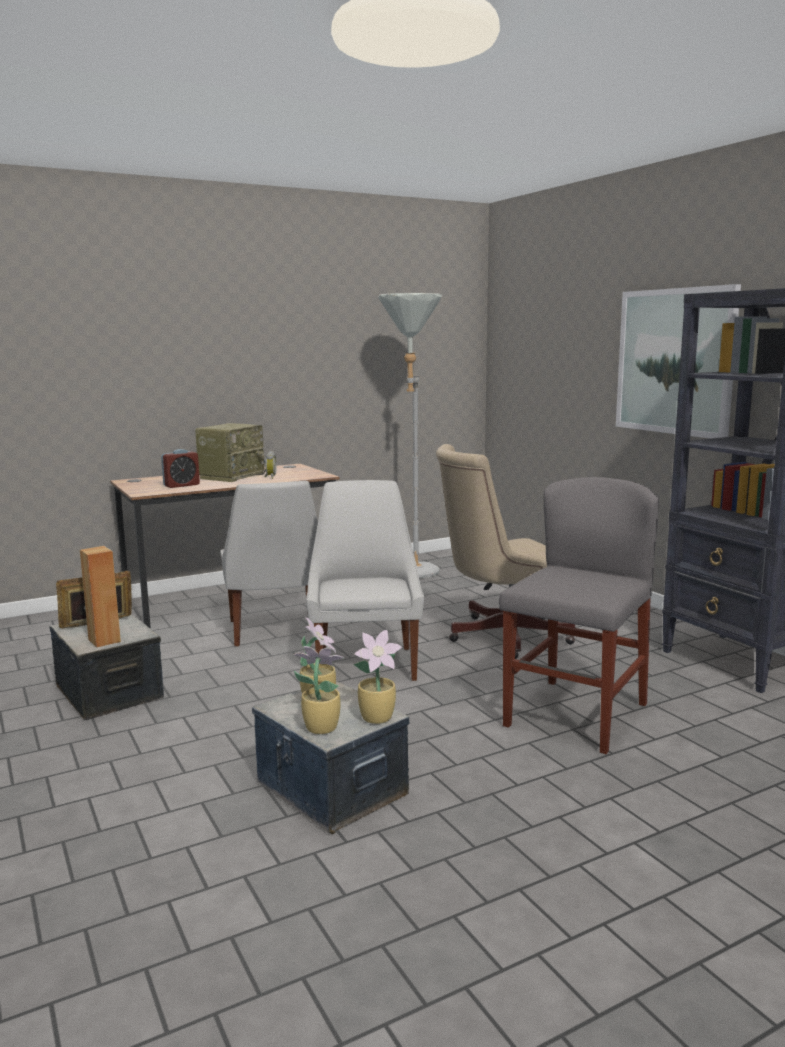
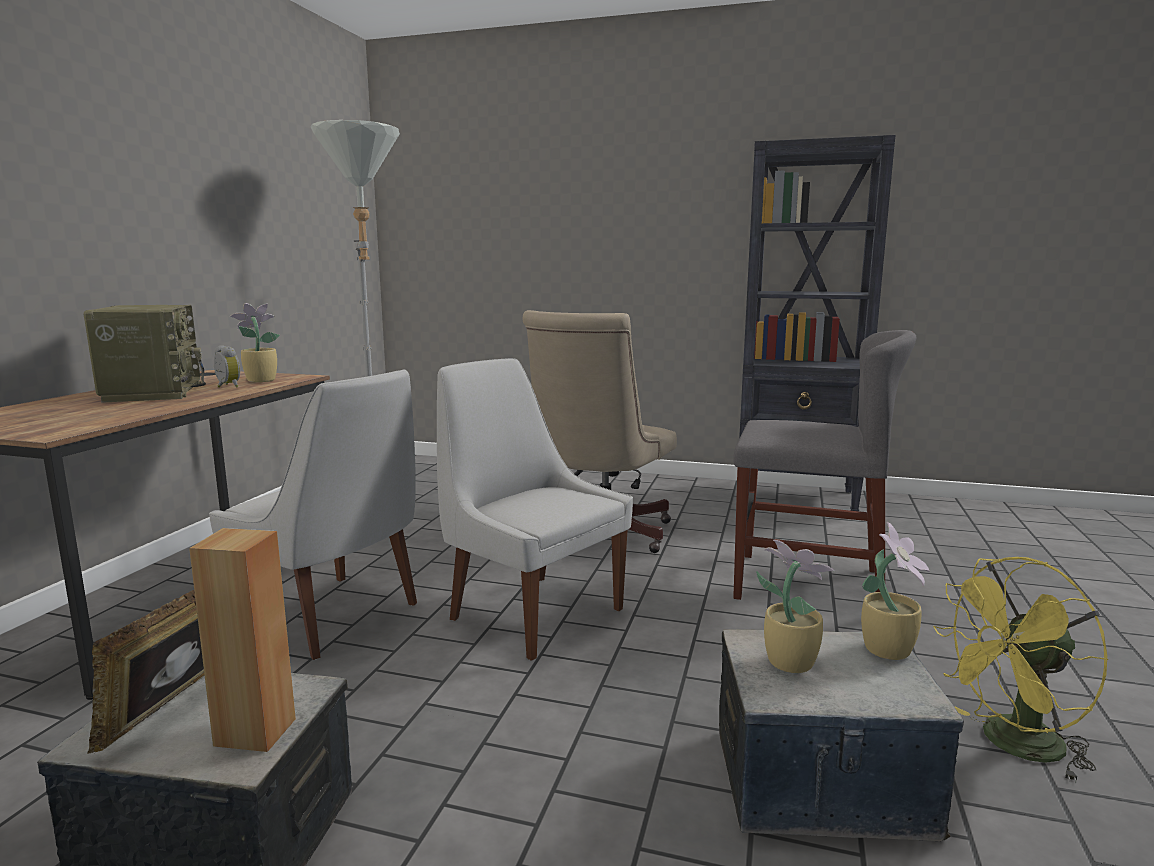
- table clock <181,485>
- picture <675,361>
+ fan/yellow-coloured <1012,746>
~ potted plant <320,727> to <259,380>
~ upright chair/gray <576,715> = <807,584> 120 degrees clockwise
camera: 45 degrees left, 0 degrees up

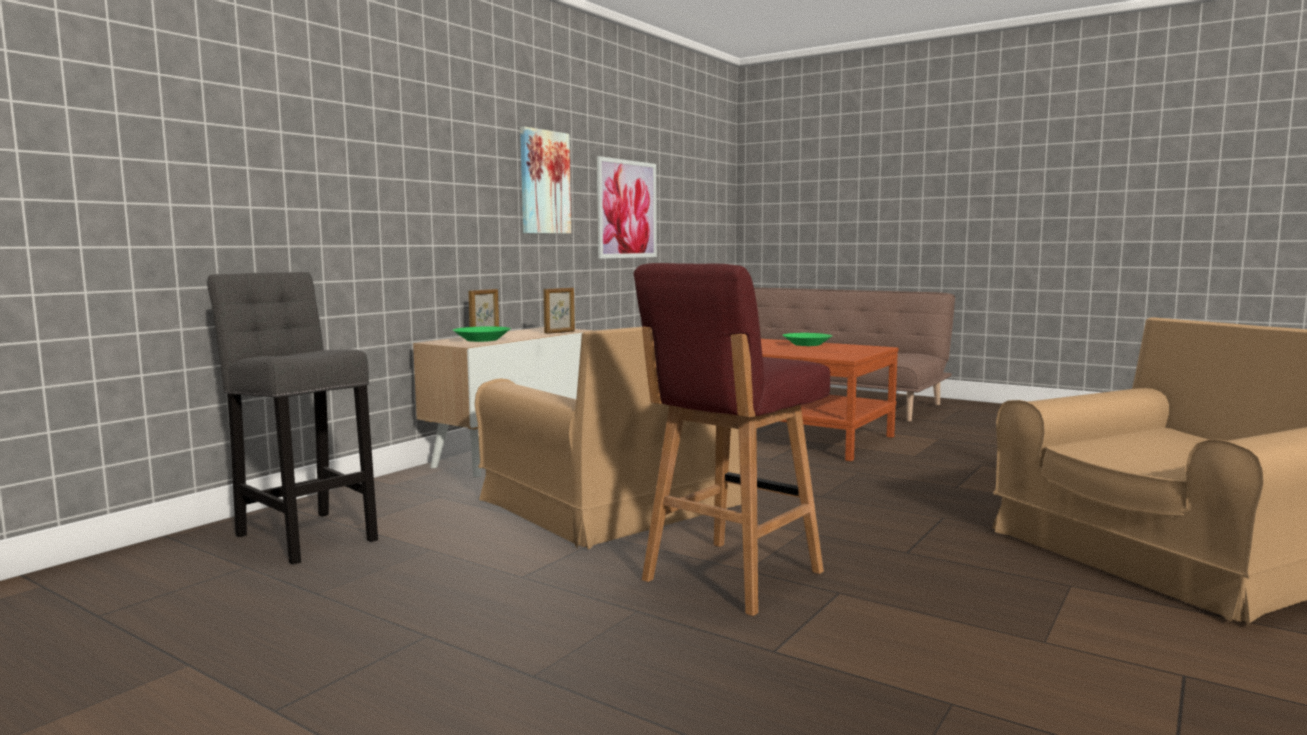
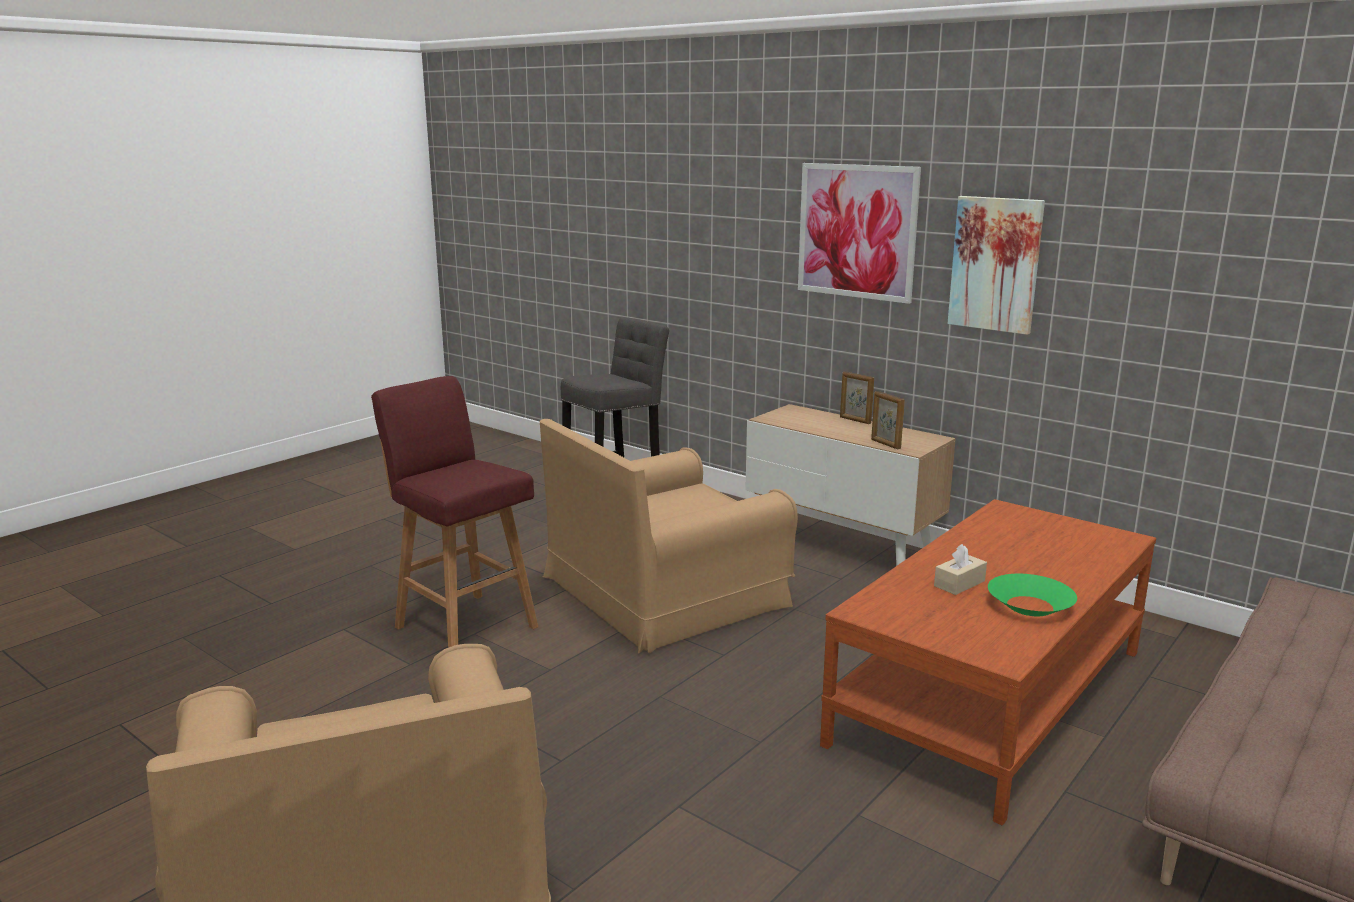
- deep dish/green-coloured <482,339>
+ box of tissues/sand-coloured <959,583>
~ picture <627,209> to <856,231>
camera: 95 degrees right, 10 degrees up

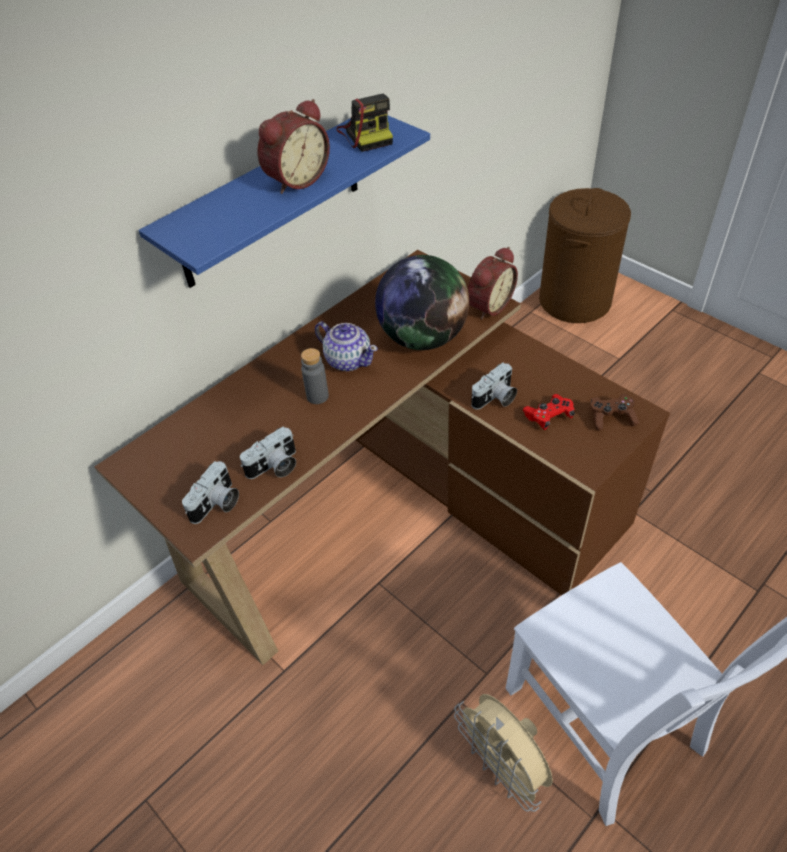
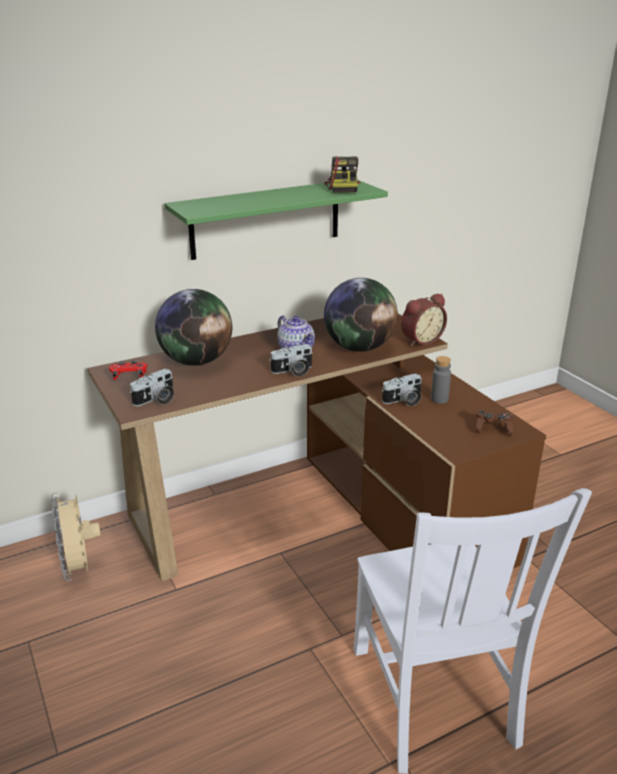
- table clock <295,179>
- laundry basket/brownish <574,300>
+ globe <196,361>
~ still camera <275,467> to <293,371>
~ beverage bottle/gray <317,396> to <439,399>
~ fan/sand-coloured <503,766> to <80,568>
~ joypad/red <548,416> to <129,376>
~ wall shelf/bluish <271,200> to wall shelf/green-coloured <266,219>
camera: 15 degrees right, 20 degrees down

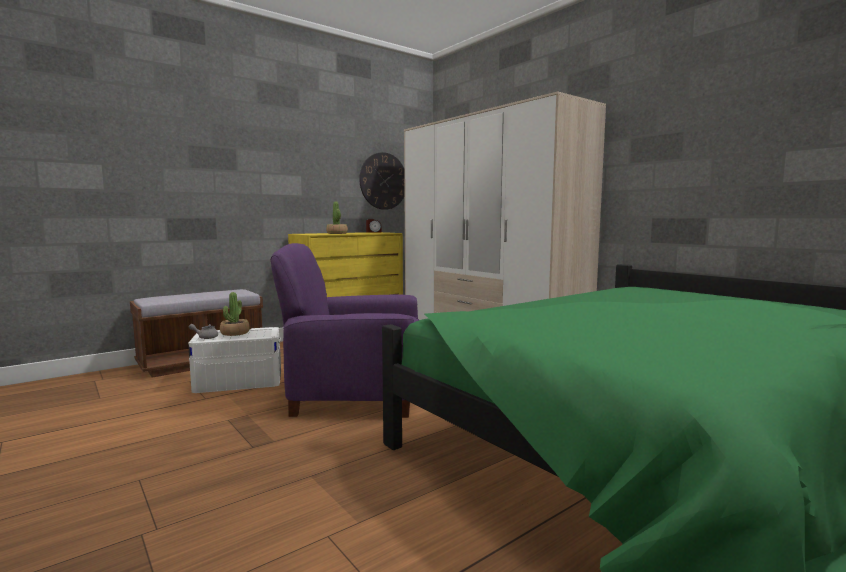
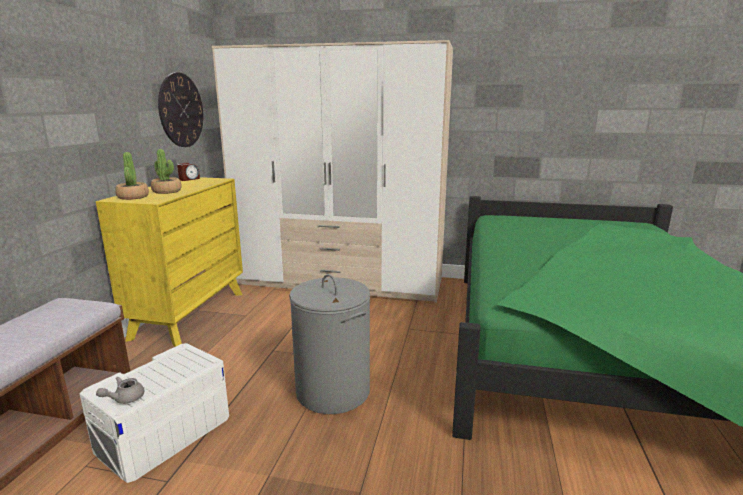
~ potted plant <235,333> to <133,197>
~ armchair/purple <355,394> to laundry basket/gray <332,391>
camera: 40 degrees left, 10 degrees up

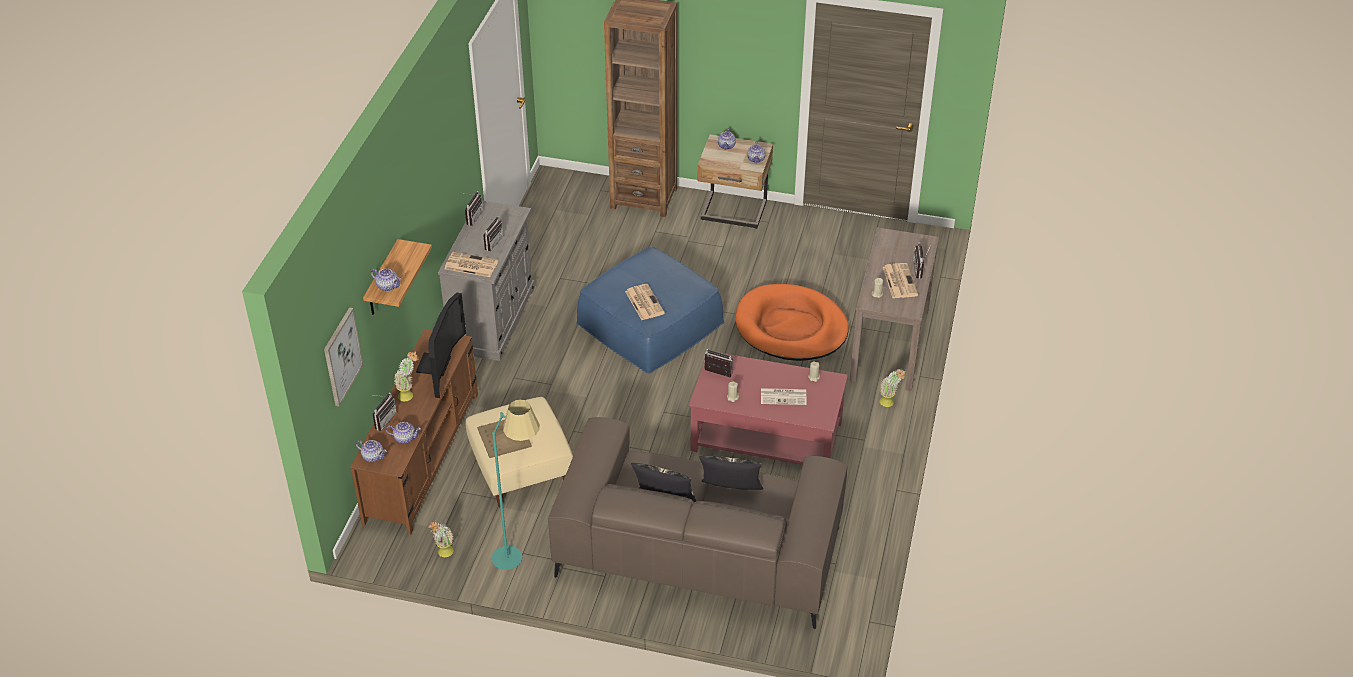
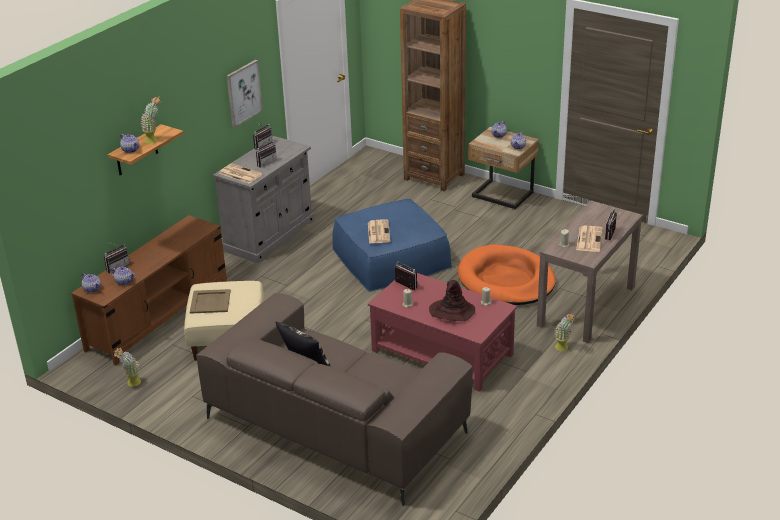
- television <438,365>
- standard lamp/blue-green <521,557>
- cushion <730,492>
~ picture <342,356> to <243,93>
~ potted plant <409,395> to <154,140>
~ newspaper <784,396> to clothing hat/brownish <452,311>
camera: 20 degrees right, 10 degrees down

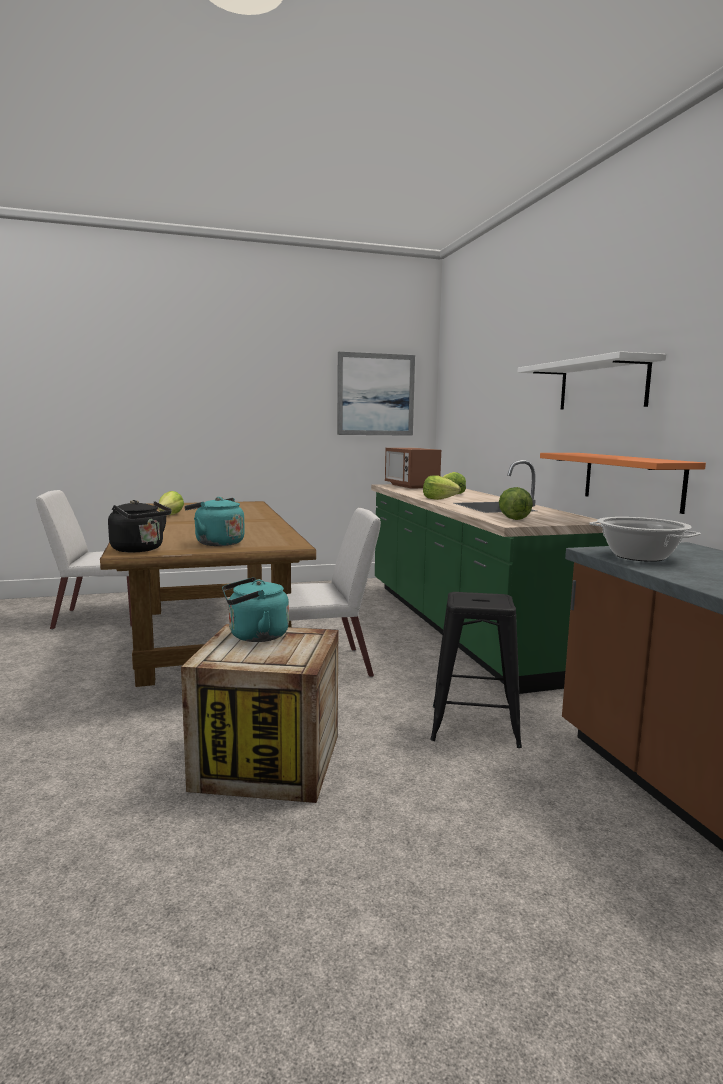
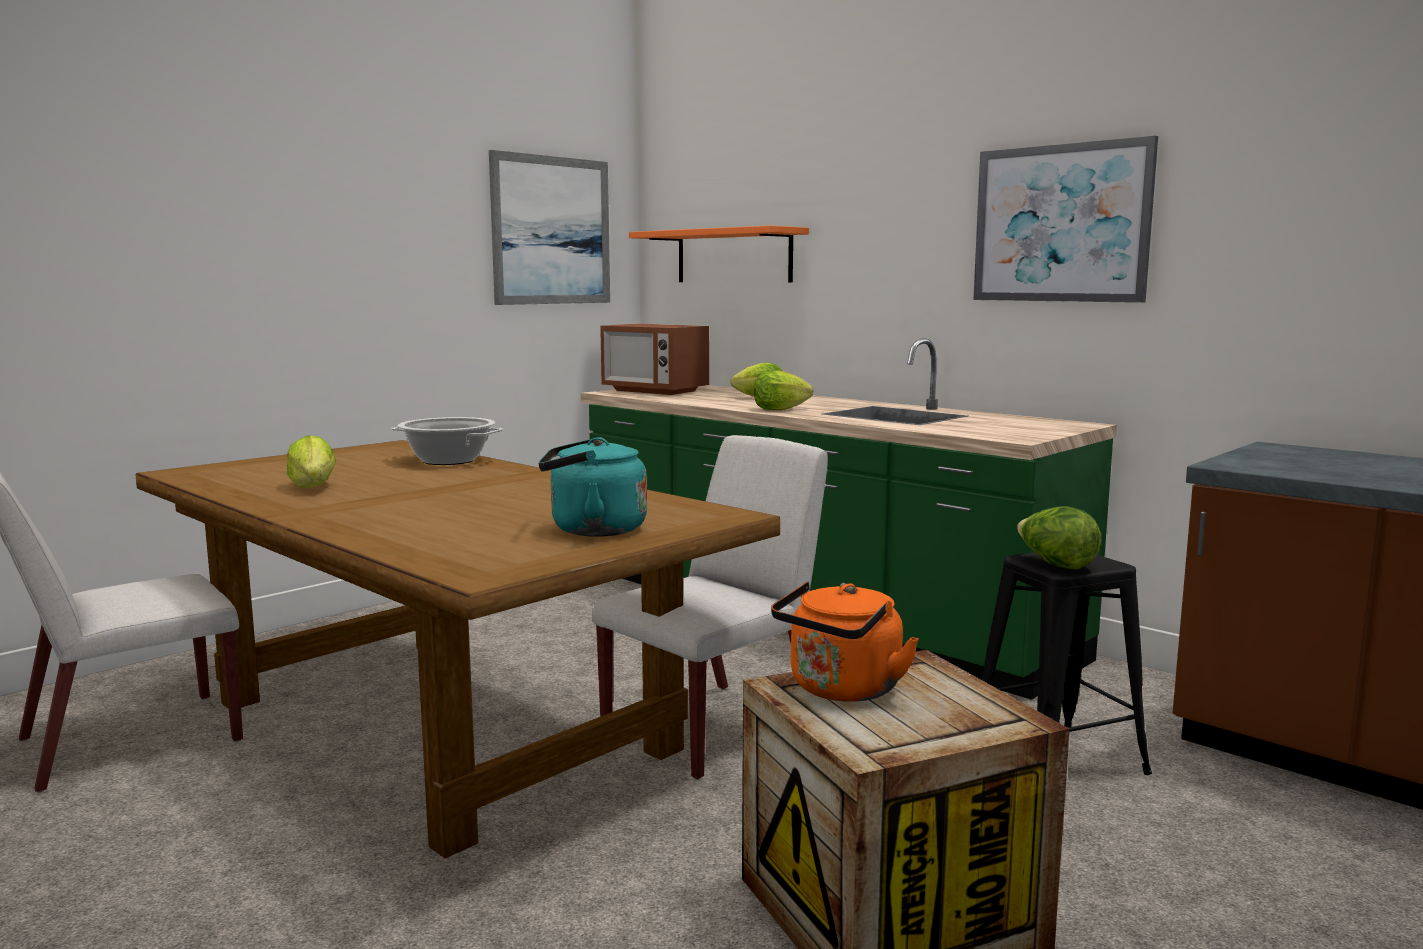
- tea kettle/black <140,550>
~ lettuce head <513,518> to <1055,565>
~ wall shelf/orange <632,480> to <733,256>
~ stockpot <640,556> to <449,460>
~ wall shelf/white-coloured <602,385> to picture <1060,224>
~ tea kettle/blue-green <254,636> to tea kettle/orange <841,690>
camera: 30 degrees left, 0 degrees up

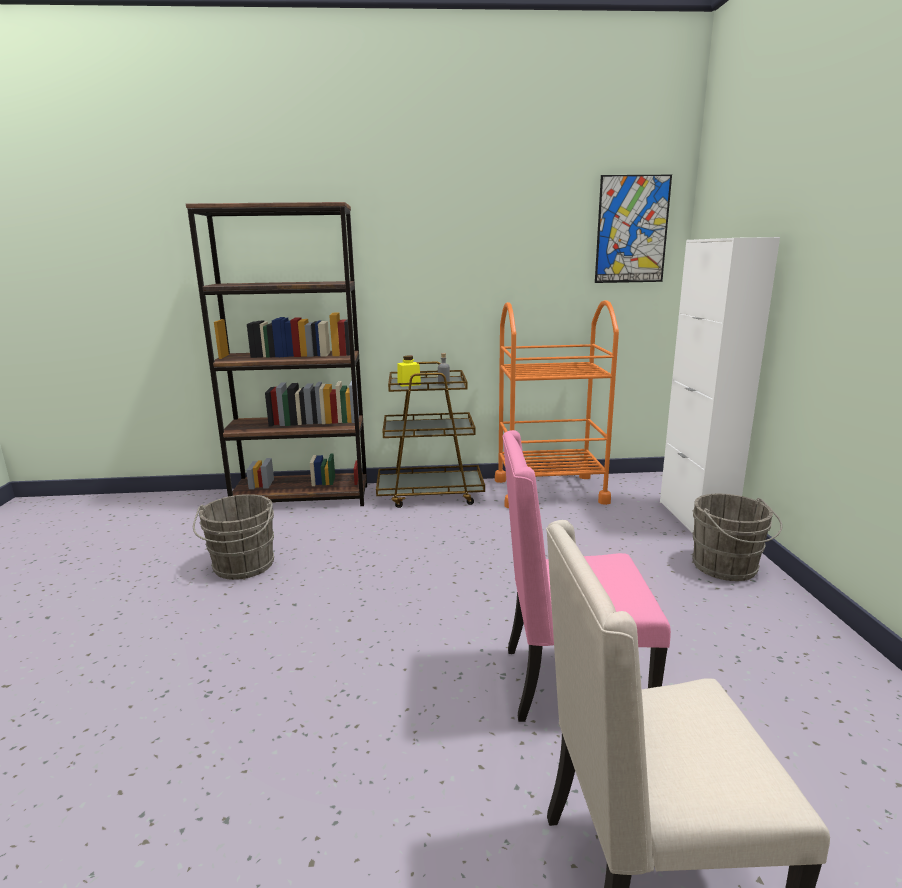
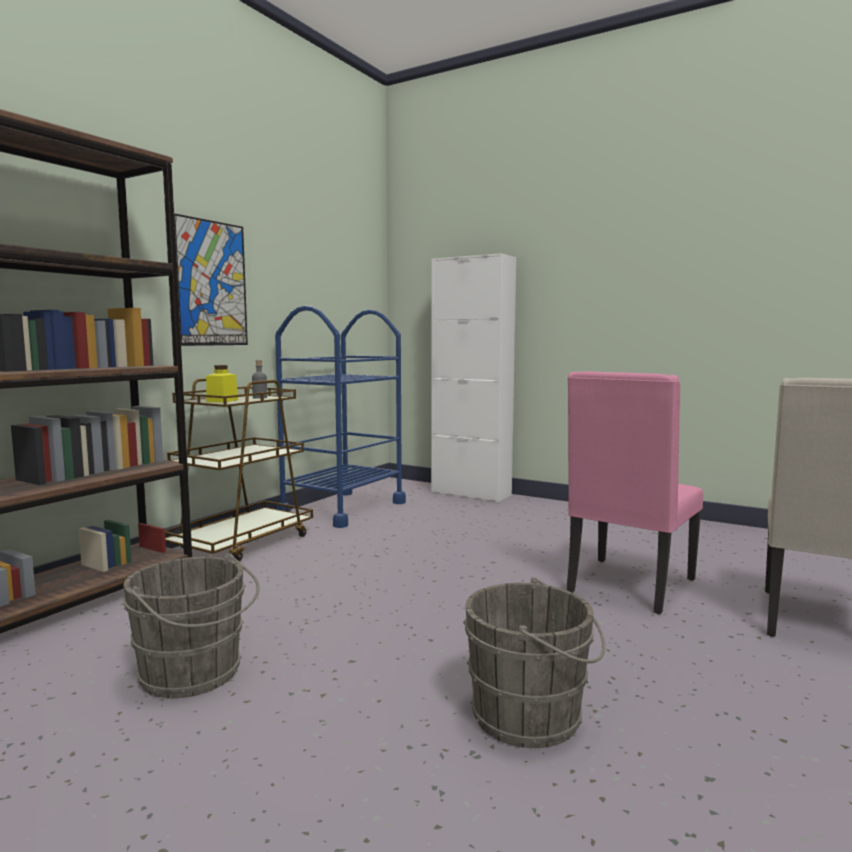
~ picture <632,230> to <211,283>
~ pail/gray <727,568> to <533,717>
~ cart/orange <549,491> to cart/bluish <343,509>
camera: 55 degrees left, 10 degrees down

